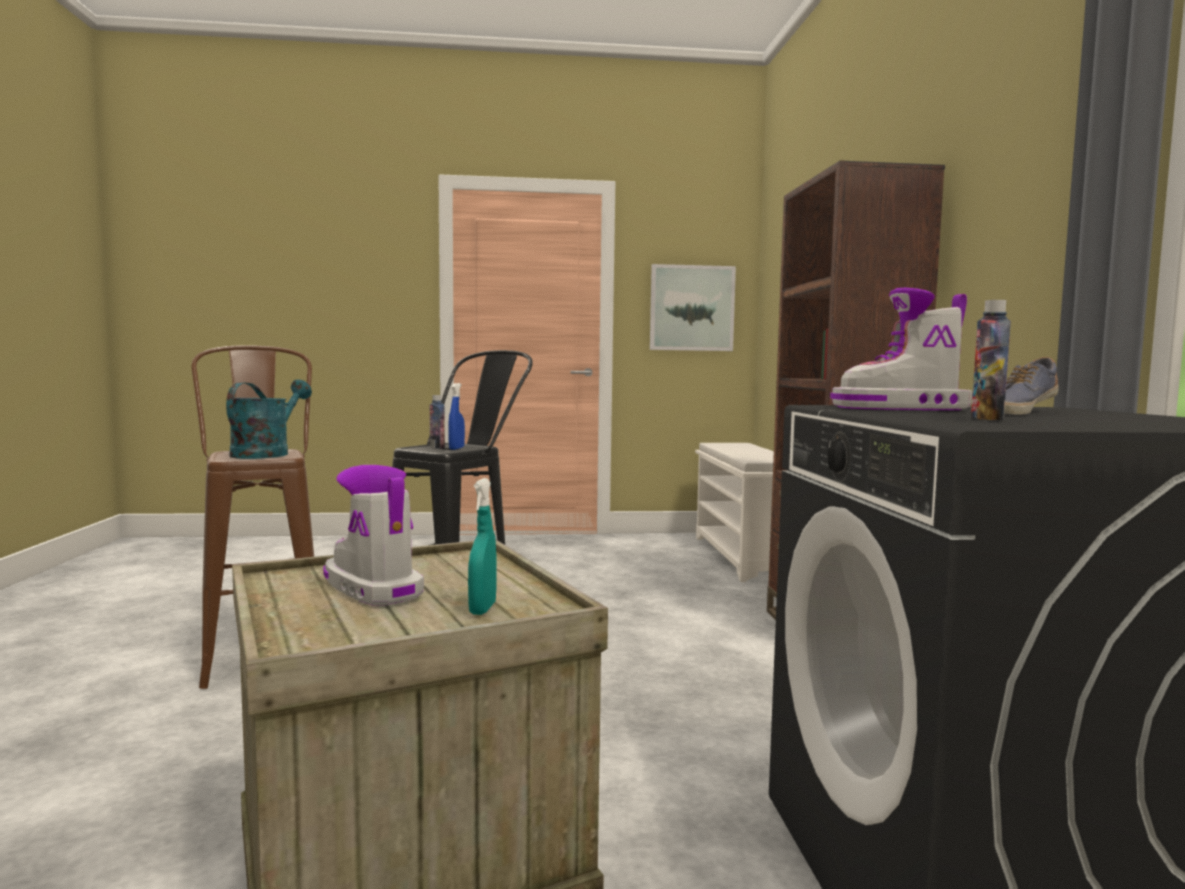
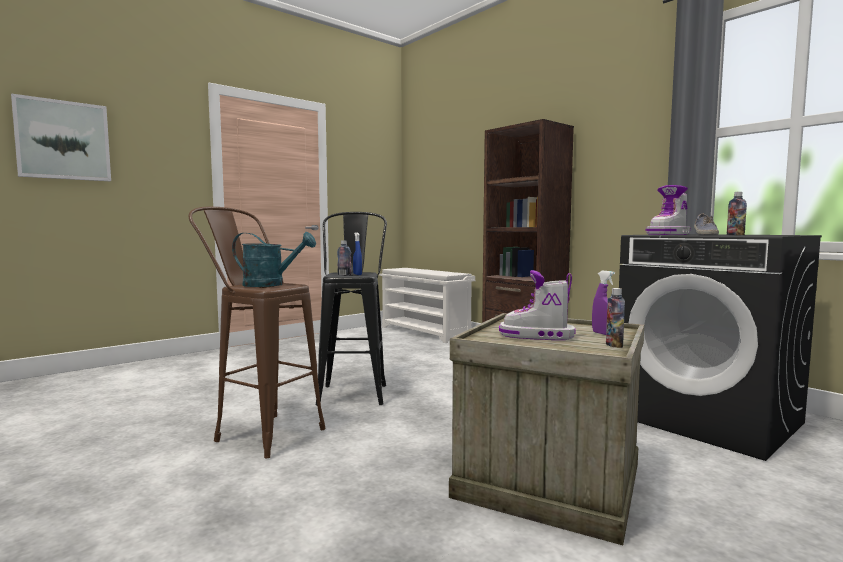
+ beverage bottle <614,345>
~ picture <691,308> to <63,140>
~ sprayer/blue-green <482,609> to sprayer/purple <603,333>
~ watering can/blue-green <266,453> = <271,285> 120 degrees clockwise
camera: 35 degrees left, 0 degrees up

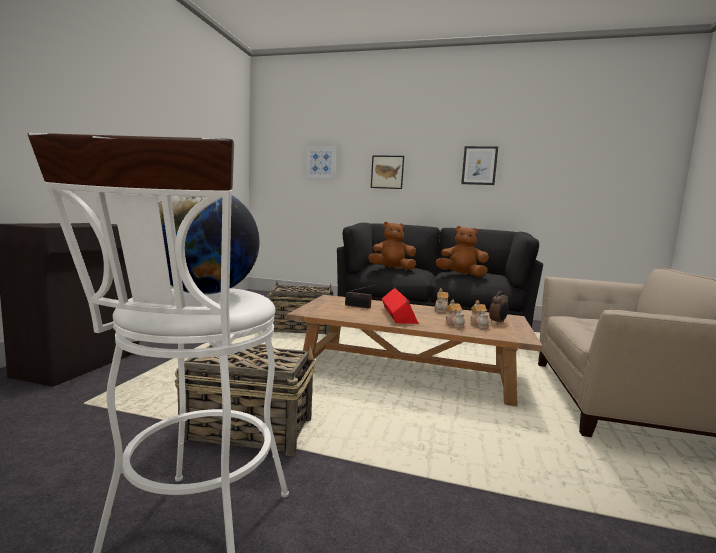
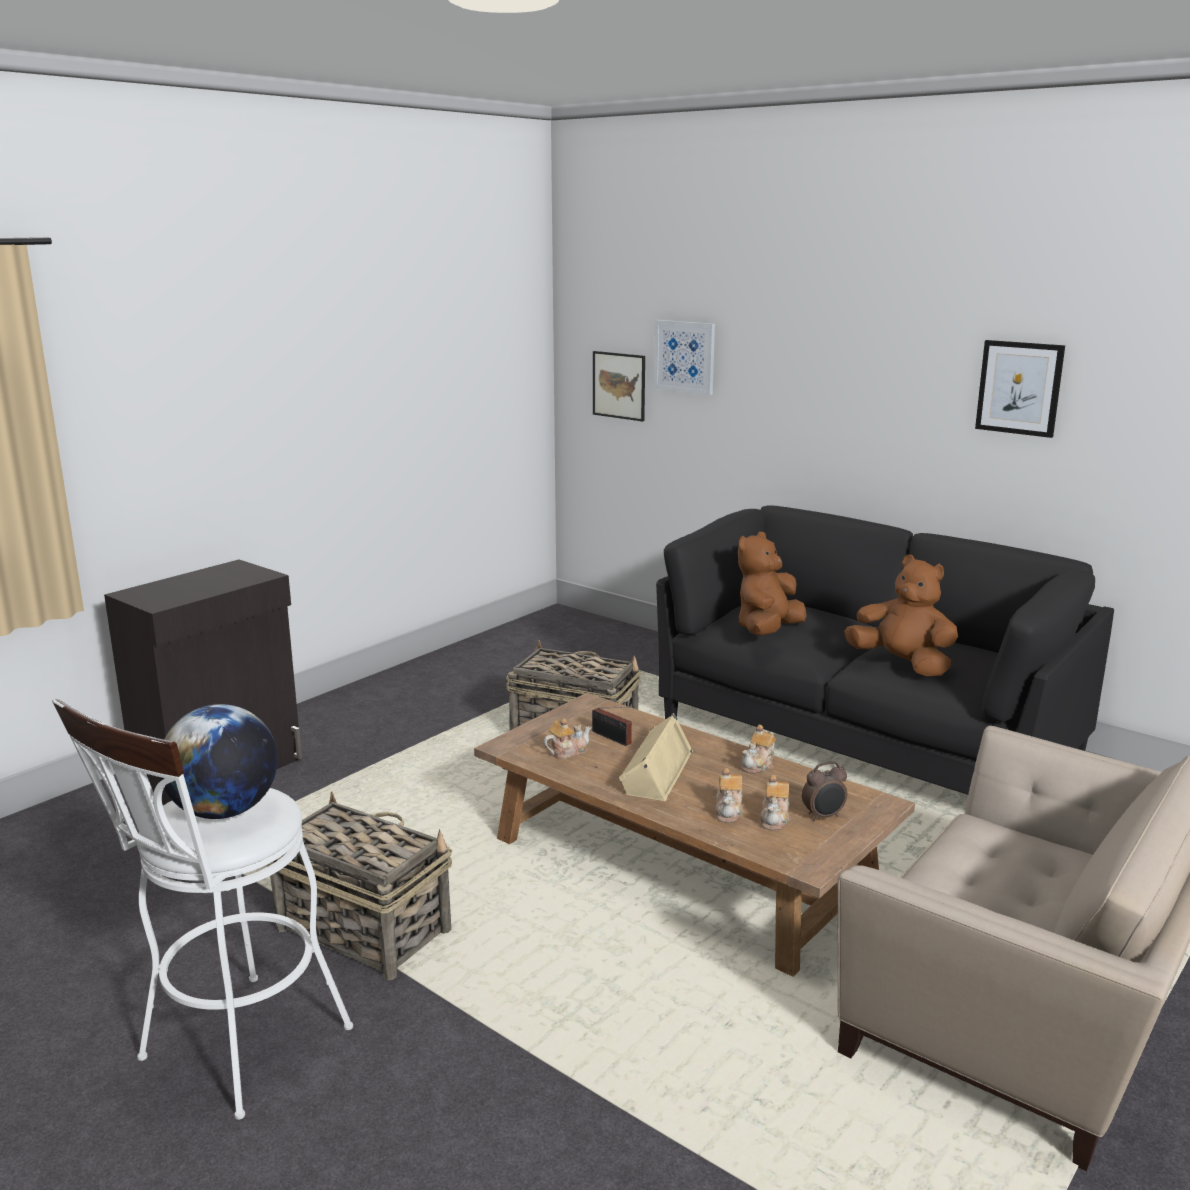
+ teapot <567,752>
~ picture <387,172> to <619,385>
~ speaker/red <397,315> to speaker/sand-coloured <655,771>
~ plush toy/brownish <392,269> = <767,631> 75 degrees counterclockwise
camera: 25 degrees right, 10 degrees up

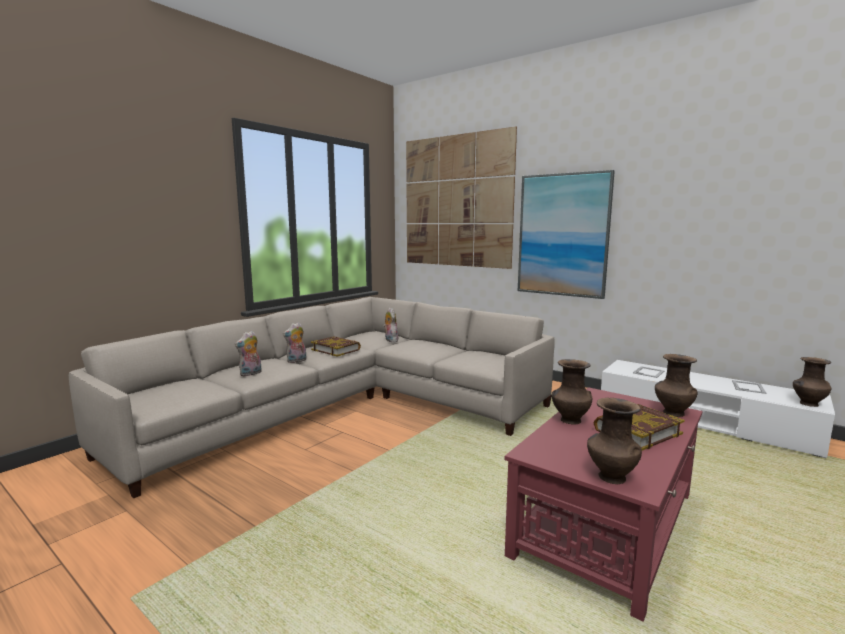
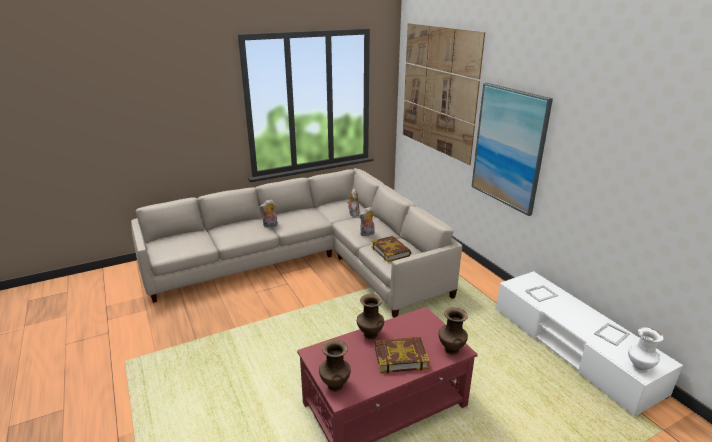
~ plush toy <251,374> to <367,234>
~ bound book <336,349> to <391,251>
~ decorative vase/brownish <808,404> to decorative vase/white-coloured <638,368>
camera: 25 degrees right, 15 degrees up

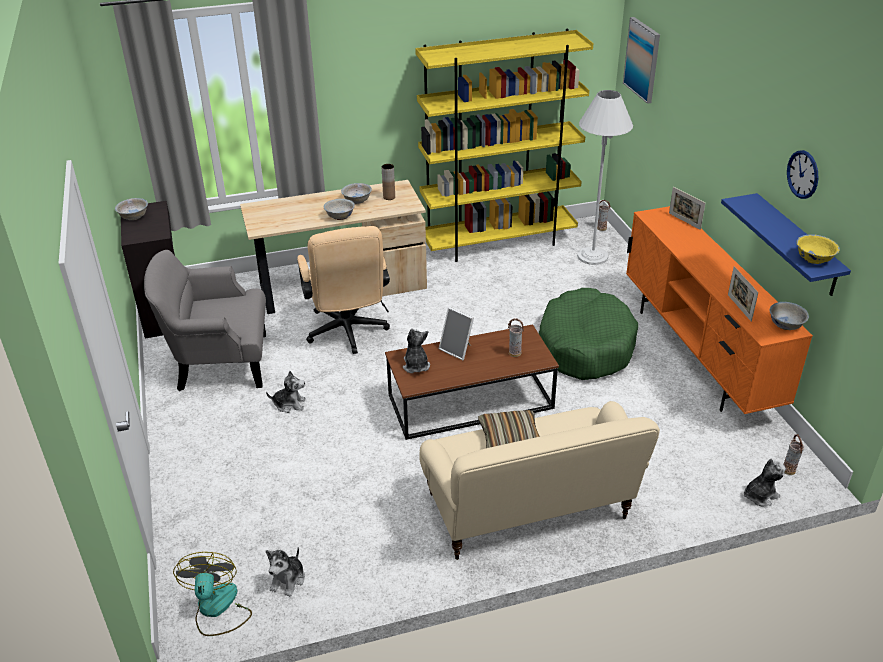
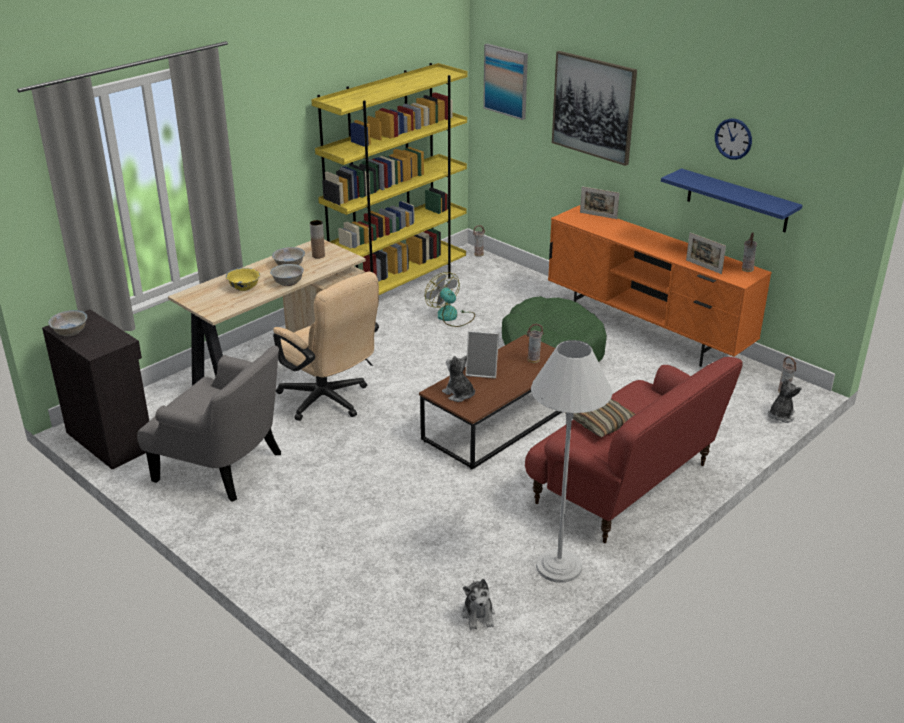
- plush toy <289,404>
+ picture <593,107>
~ fan <217,609> to <451,317>
~ standard lamp/white-coloured <592,256> to <559,566>
~ deep dish/yellow-coloured <813,258> to <243,287>
~ deep dish/white-coloured <785,324> to decorative vase <746,269>
~ settee/sand-coloured <528,509> to settee/red <625,485>
~ armchair/gray <220,363> = <222,465> 120 degrees counterclockwise
camera: 30 degrees left, 5 degrees down

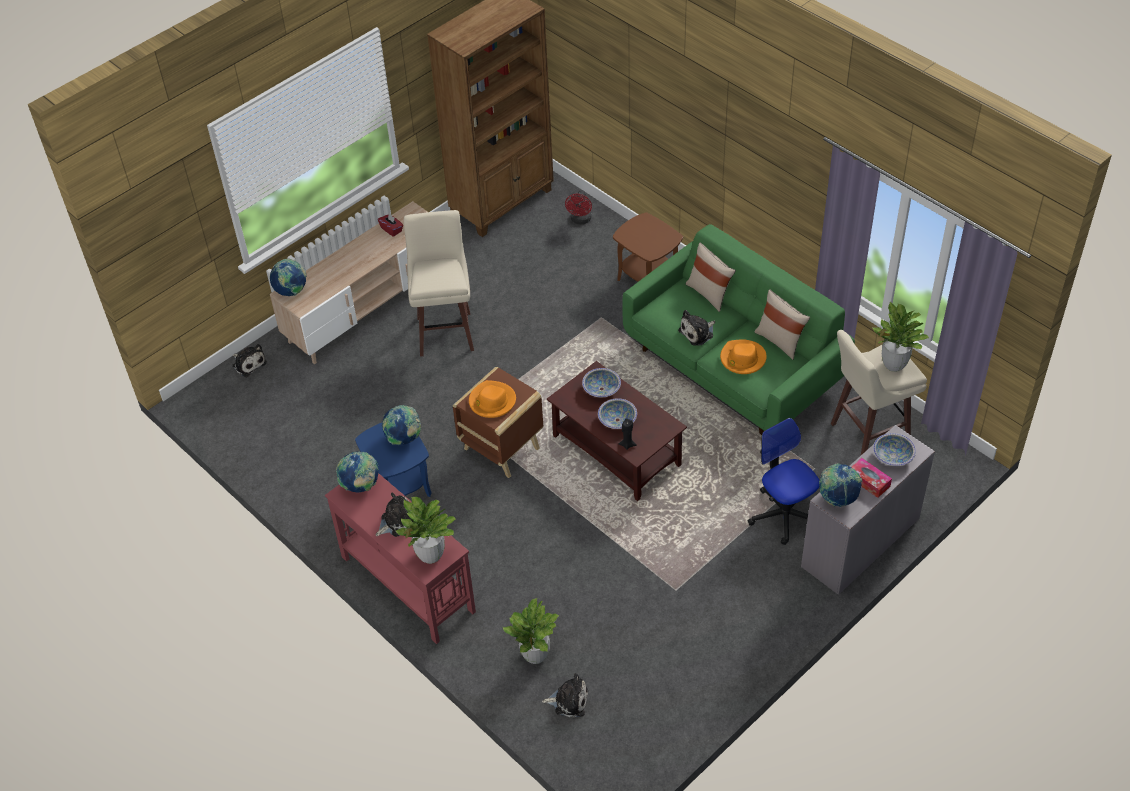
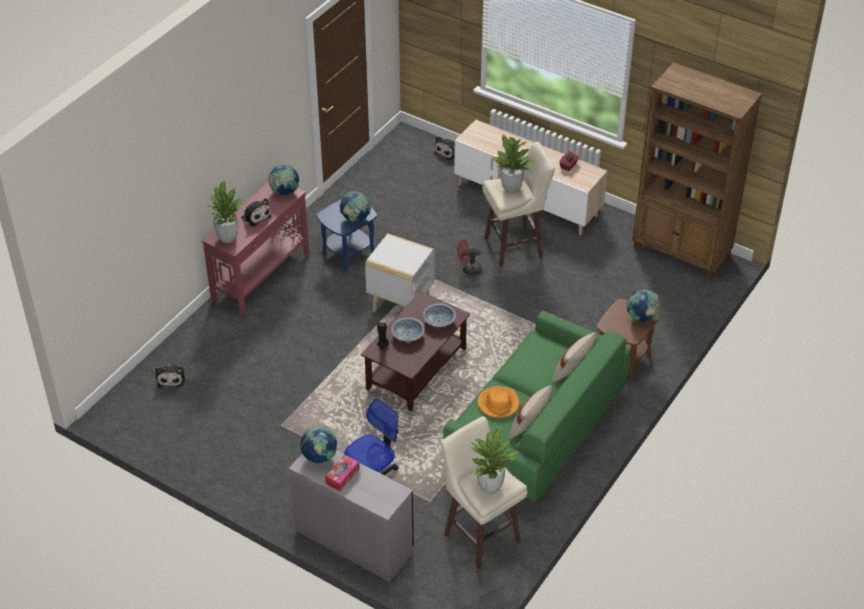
- clothing hat/orange <492,401>
- plush toy <698,333>
- deep dish <893,456>
~ globe <291,291> to <641,318>
~ potted plant <535,656> to <511,188>
~ fan/red <580,220> to <468,269>
~ side table/brownish <500,448> to side table/white-coloured <401,301>
camera: 75 degrees right, 5 degrees down

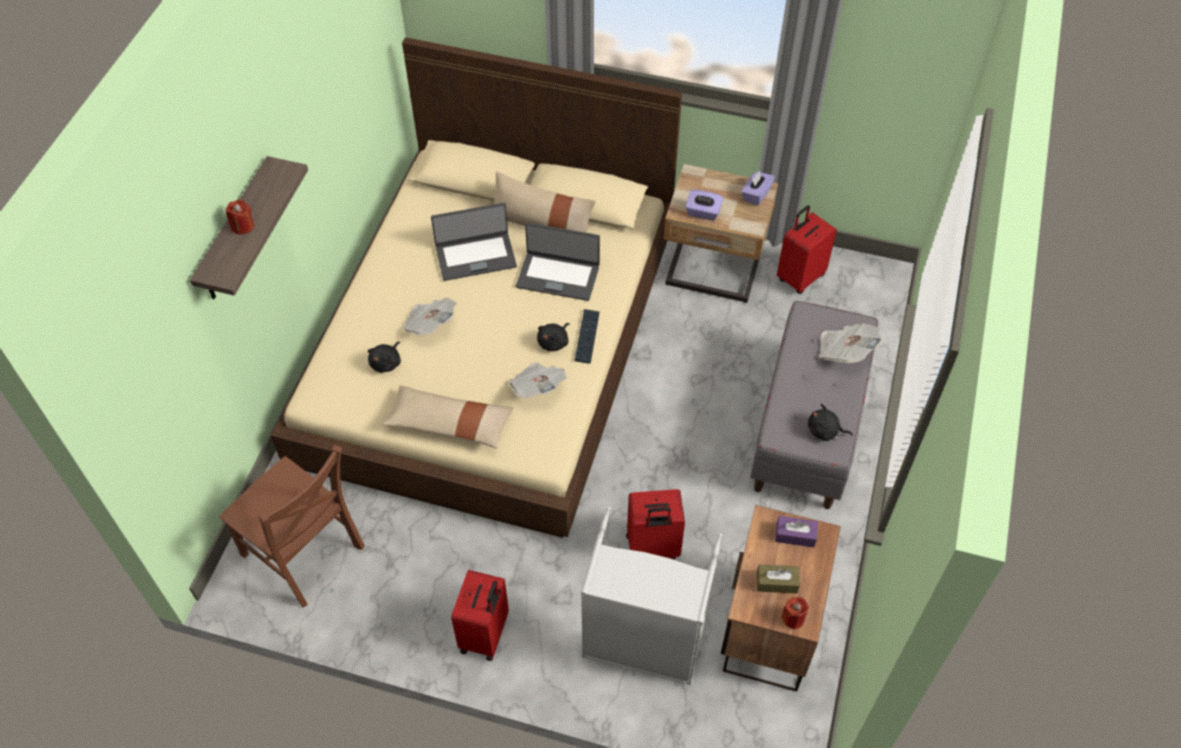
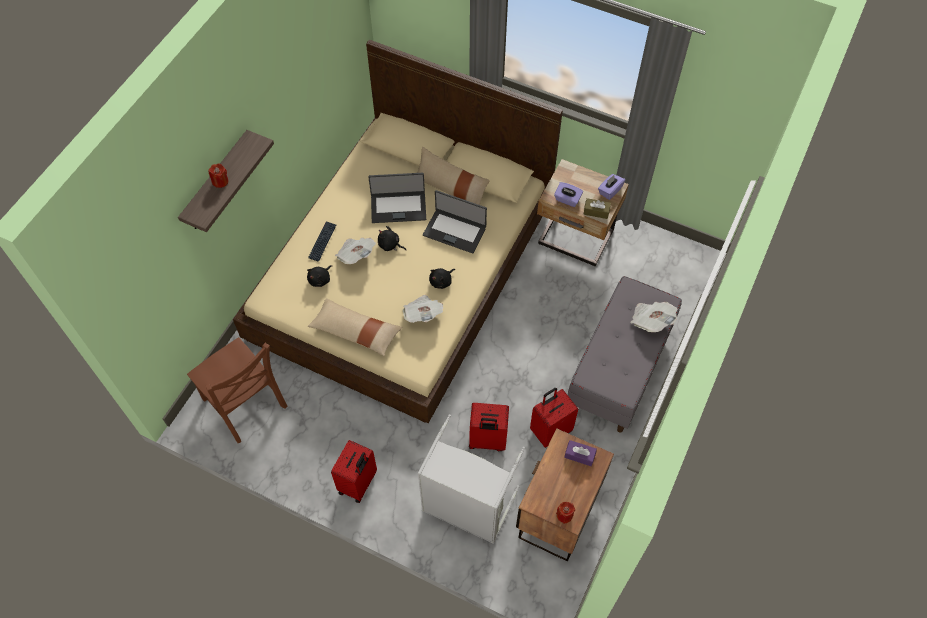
~ keyboard <587,336> to <322,241>
~ box of tissues/brownish <777,582> to <596,211>
~ travel case/red <800,277> to <550,430>
~ plush toy/black <825,431> to <390,245>
camera: 10 degrees right, 5 degrees up

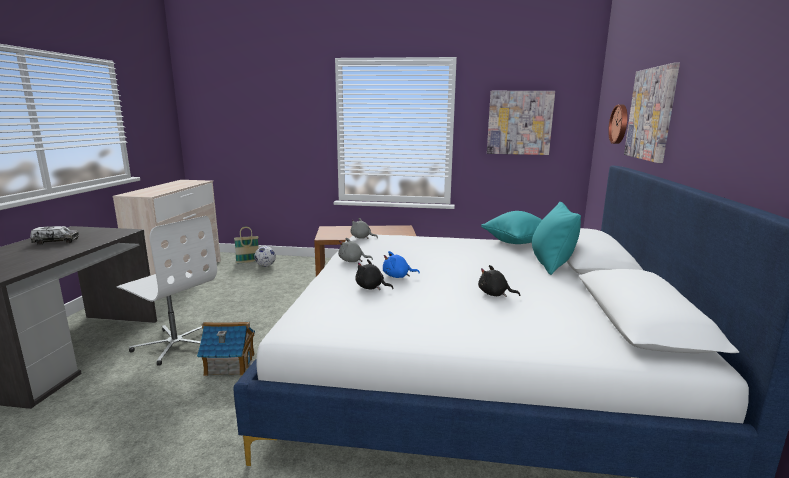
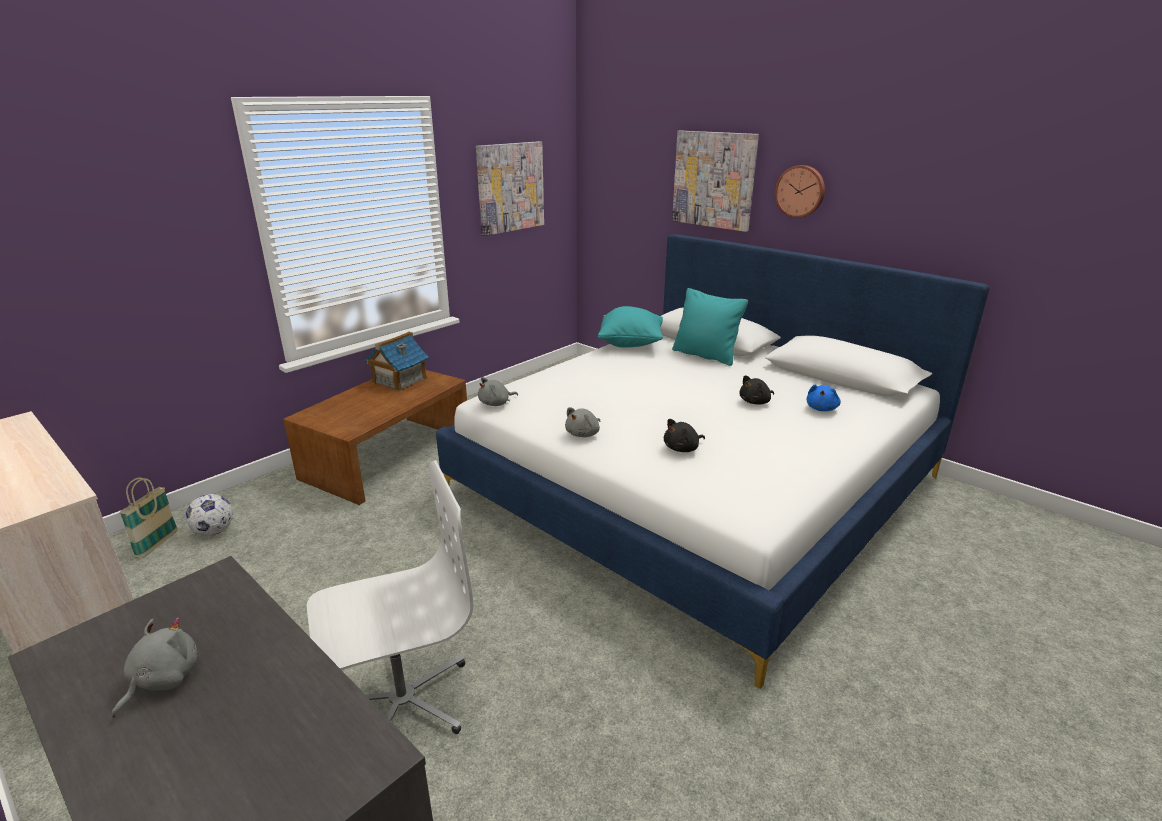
~ miniature house <229,364> to <399,381>
~ plush toy/bluish <398,276> to <821,408>
~ hanging clock <620,124> to <800,191>
~ toy truck <56,241> to plush toy/gray <162,680>
camera: 55 degrees left, 10 degrees up

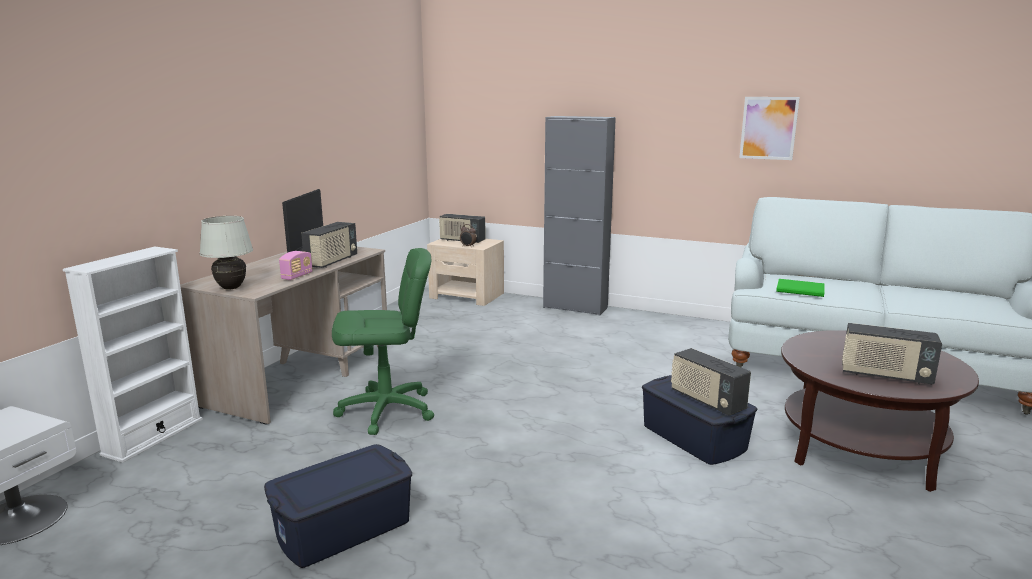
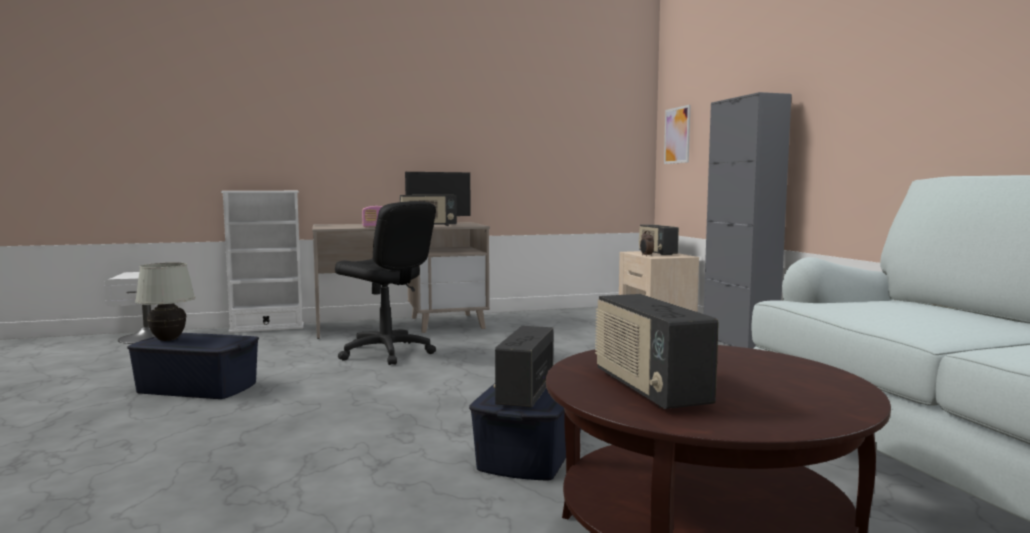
- bound book/green-coloured <801,290>
~ lamp for a table/white-coloured <231,288> to <168,340>
~ picture <768,128> to <677,135>
~ desk chair/green-coloured <387,411> to desk chair/black <386,353>
camera: 50 degrees right, 10 degrees down

